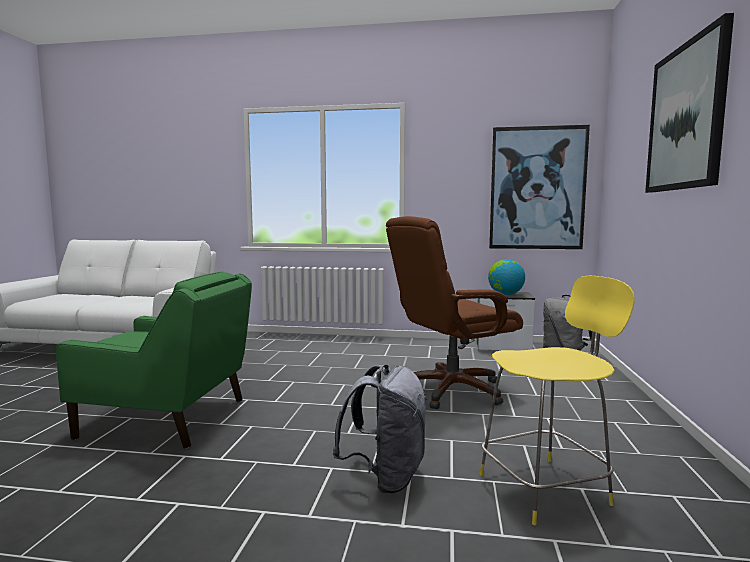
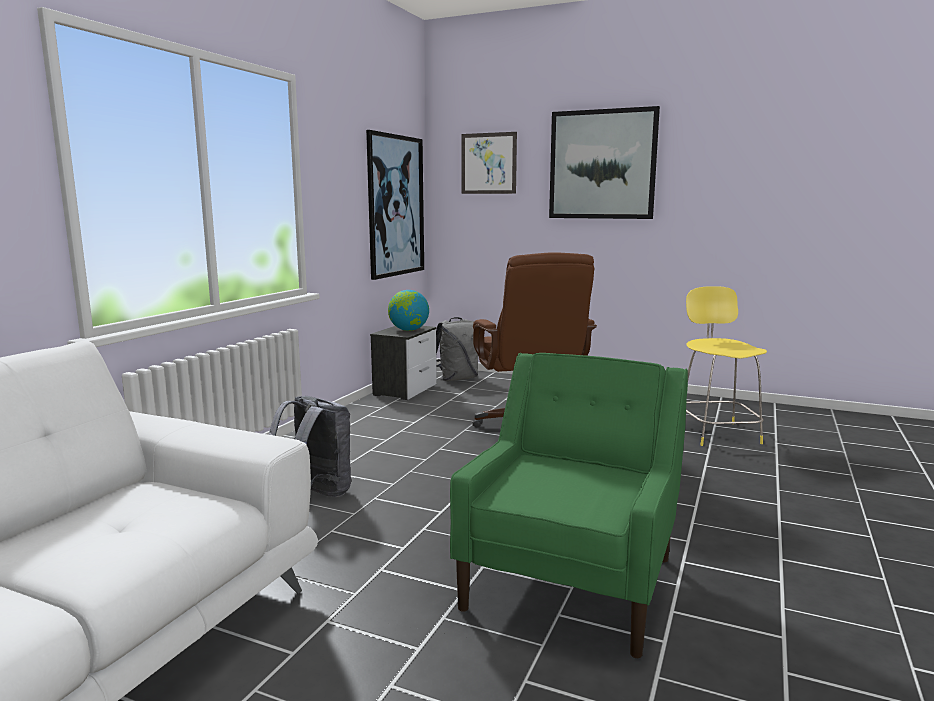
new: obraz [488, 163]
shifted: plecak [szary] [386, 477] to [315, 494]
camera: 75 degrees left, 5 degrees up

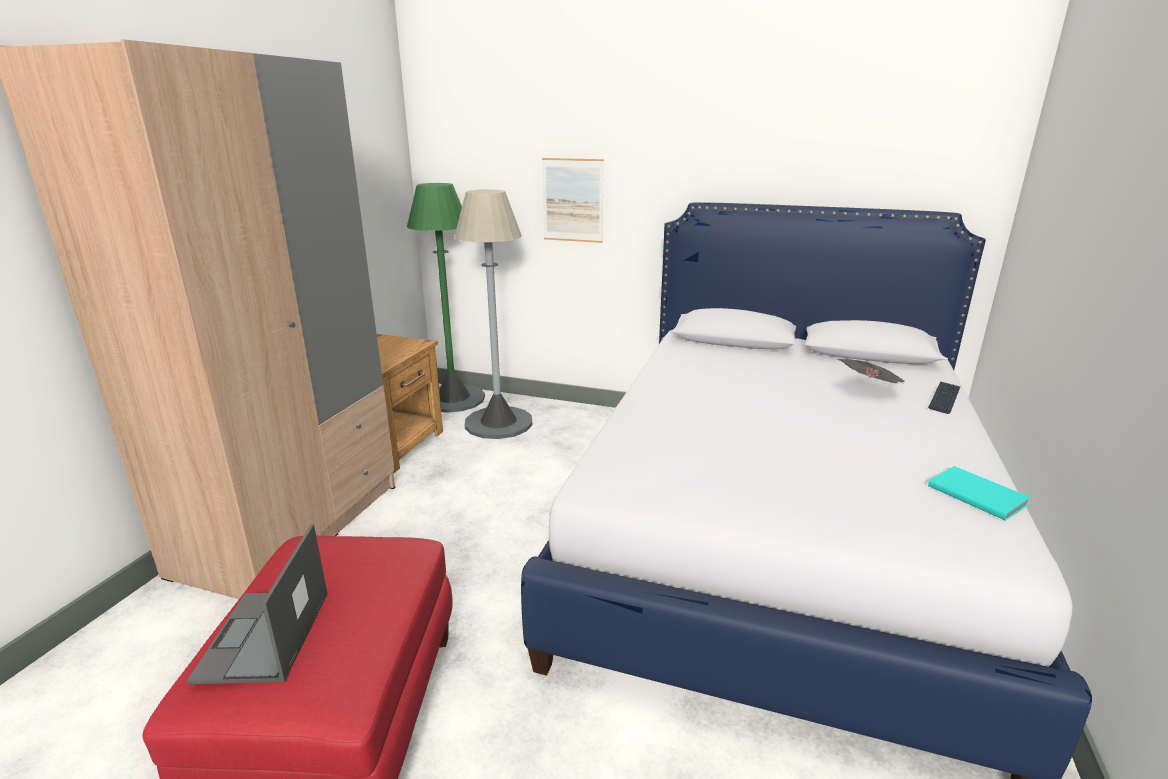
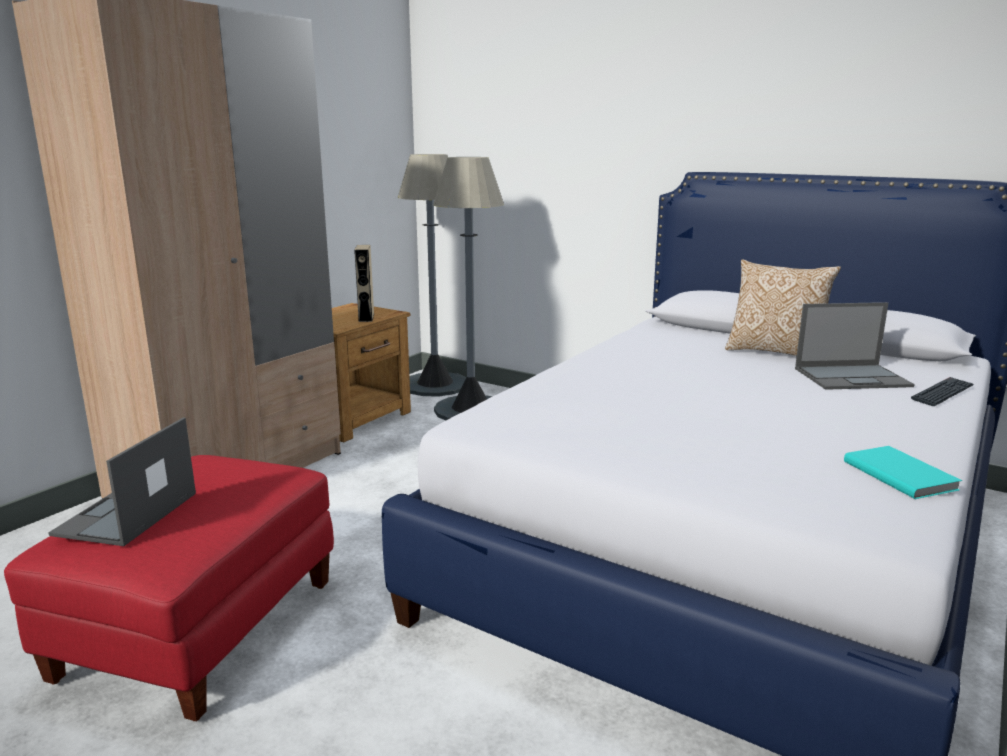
gone: obraz [572, 200]
new: głośnik [beżowy] [366, 317]; poduszka [776, 352]
swapped: gazeta [870, 388] to laptop [853, 377]
repainted: lampa stojąca [zielony] [453, 399] to lampa stojąca [szary] [435, 385]
camera: 15 degrees right, 5 degrees down

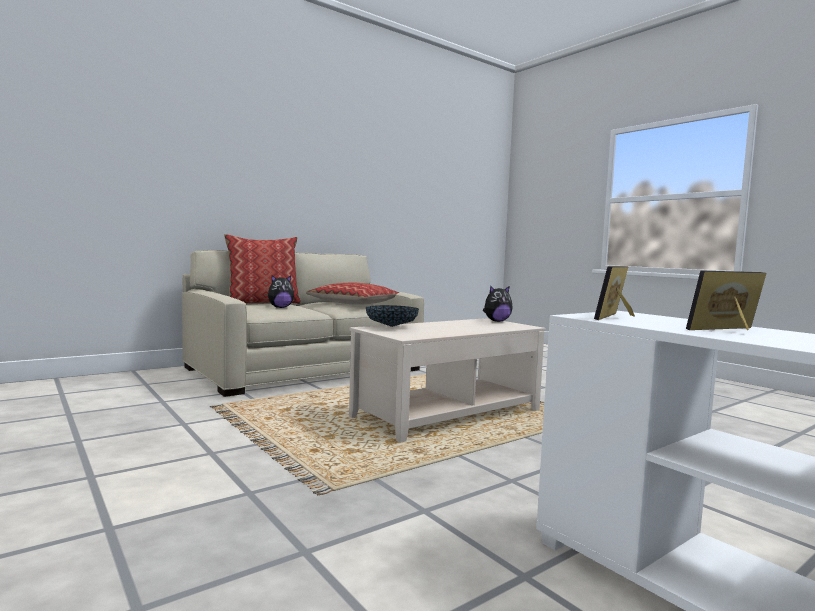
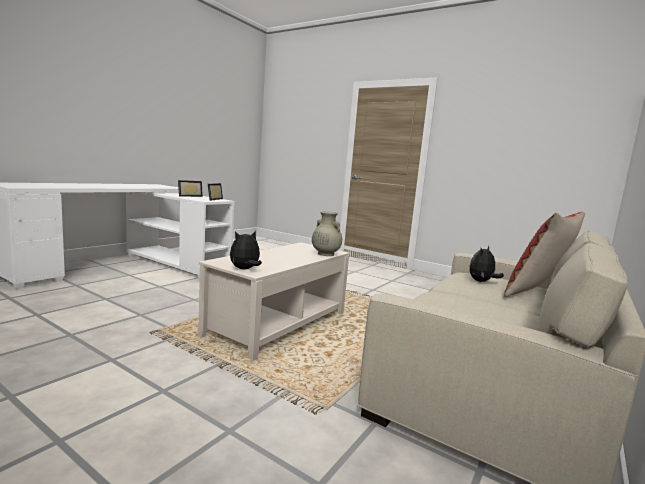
gone: poduszka [354, 303]
swapped: miska [391, 326] to wazon [beżowy] [325, 254]
camera: 160 degrees right, 5 degrees up

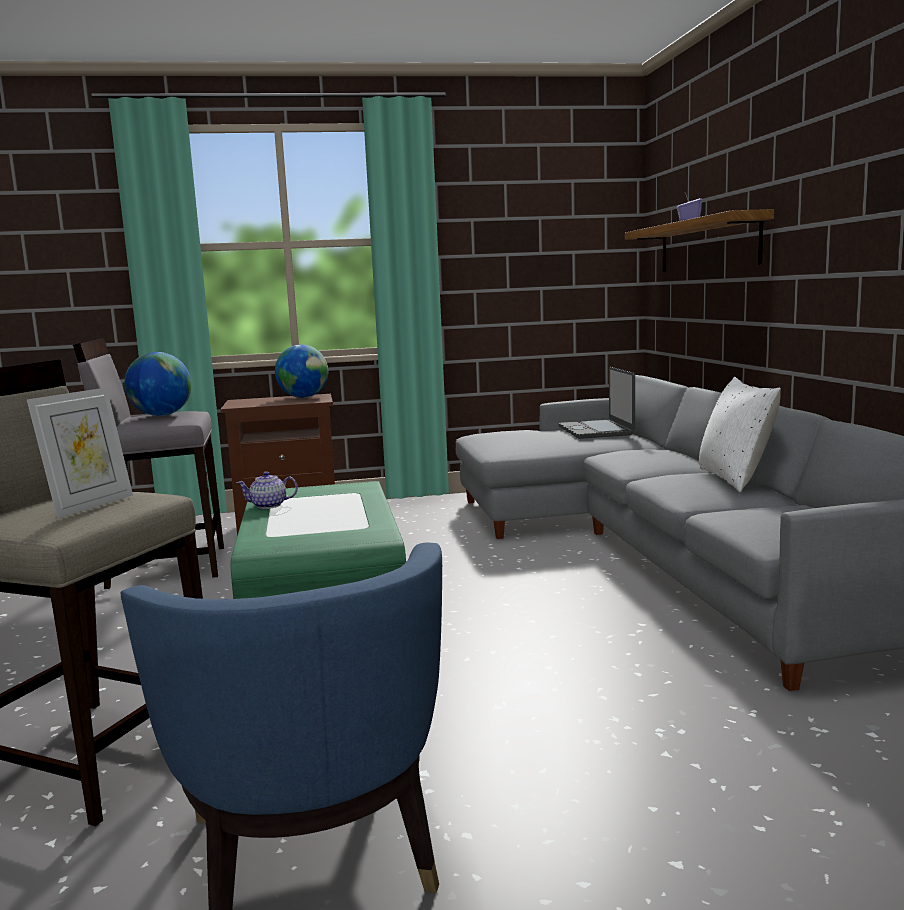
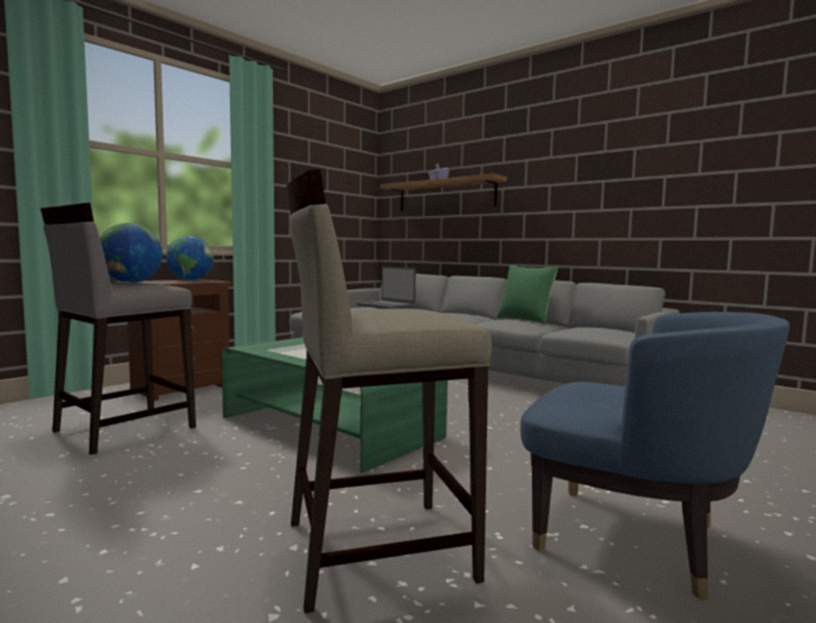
gone: ramka na zdjęcie [90, 505]; imbryk [269, 505]
repainted: poduszka [biały] [735, 479] to poduszka [zielony] [525, 320]
camera: 40 degrees left, 5 degrees down

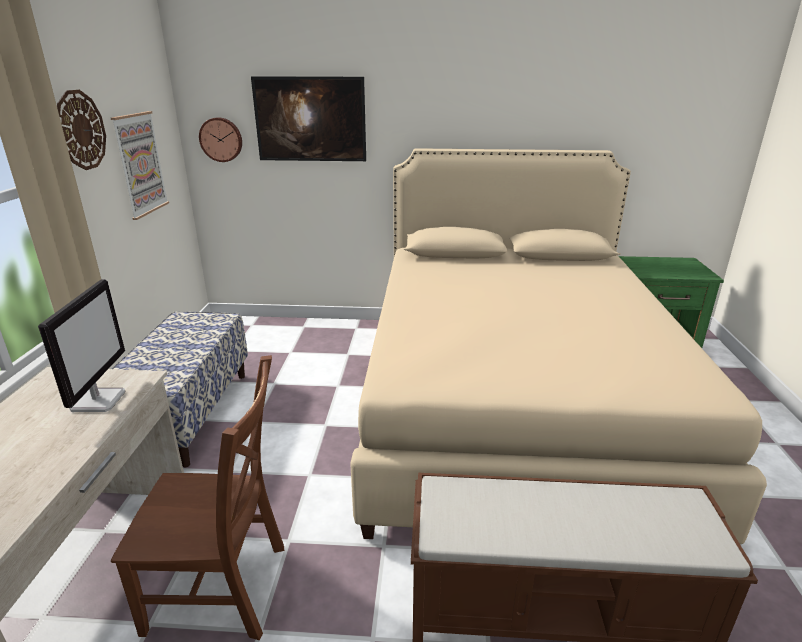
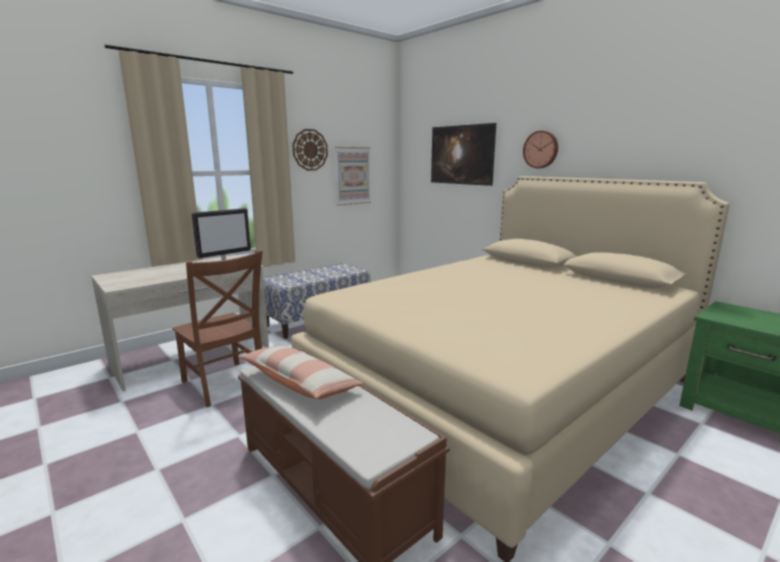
new: poduszka [299, 383]
shifted: zegar ścienny [221, 139] to [541, 149]
camera: 45 degrees right, 10 degrees down

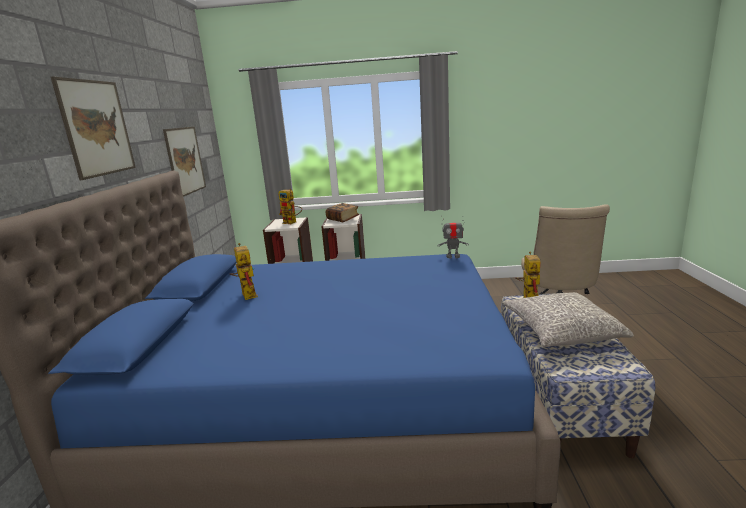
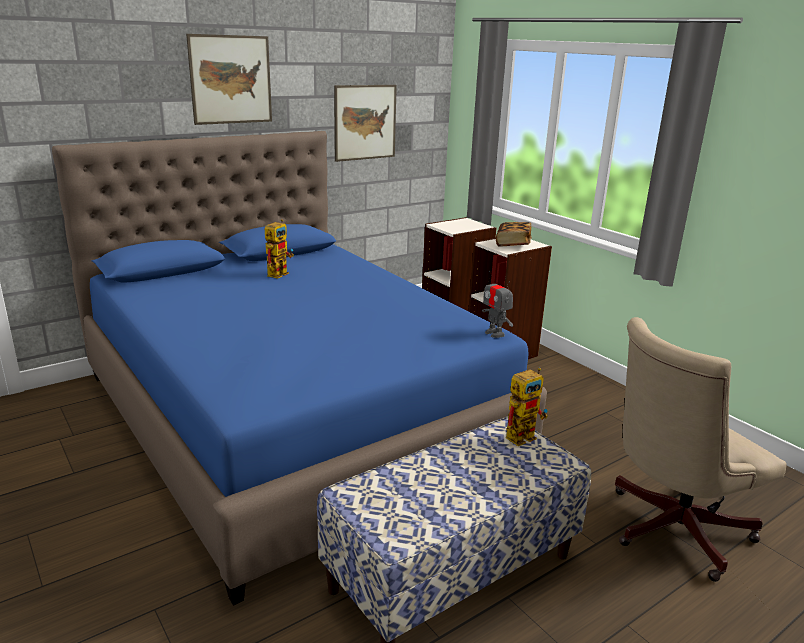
gone: robot zabawkowy [292, 222]; poduszka [szary] [560, 331]
camera: 50 degrees right, 5 degrees up

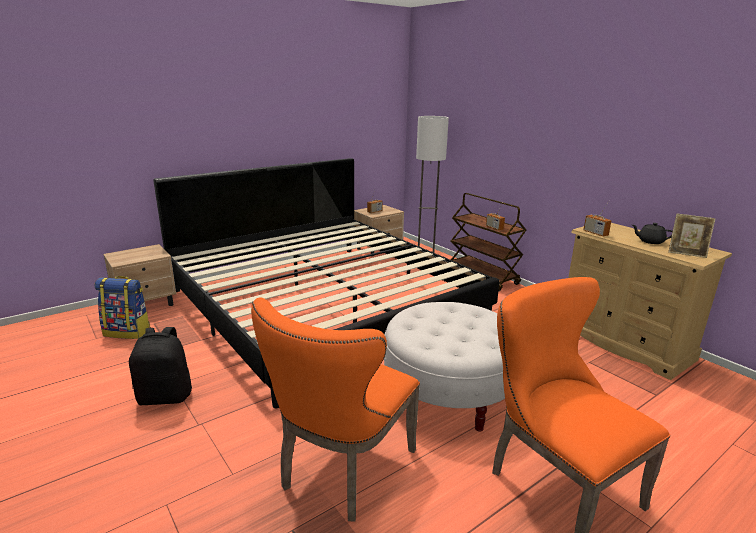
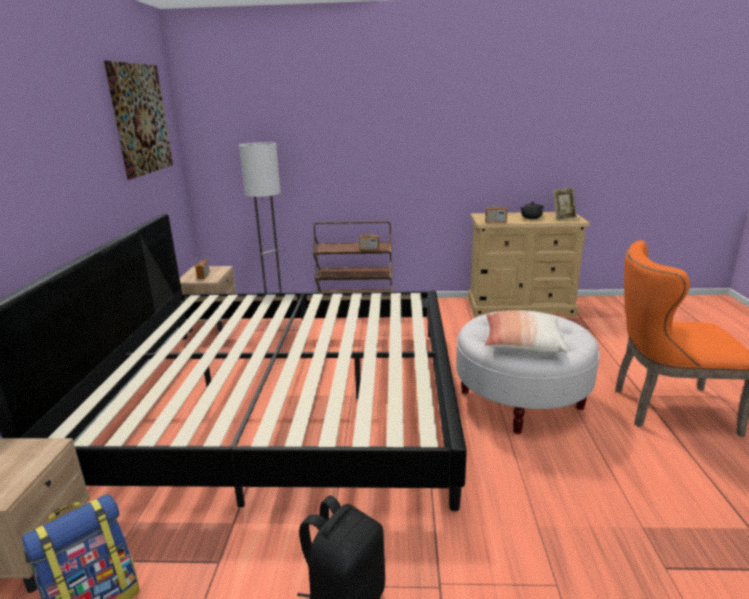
gone: krzesło [pomarańczowy] [342, 472]
new: obraz [140, 119]; poduszka [522, 345]
camera: 50 degrees left, 0 degrees up

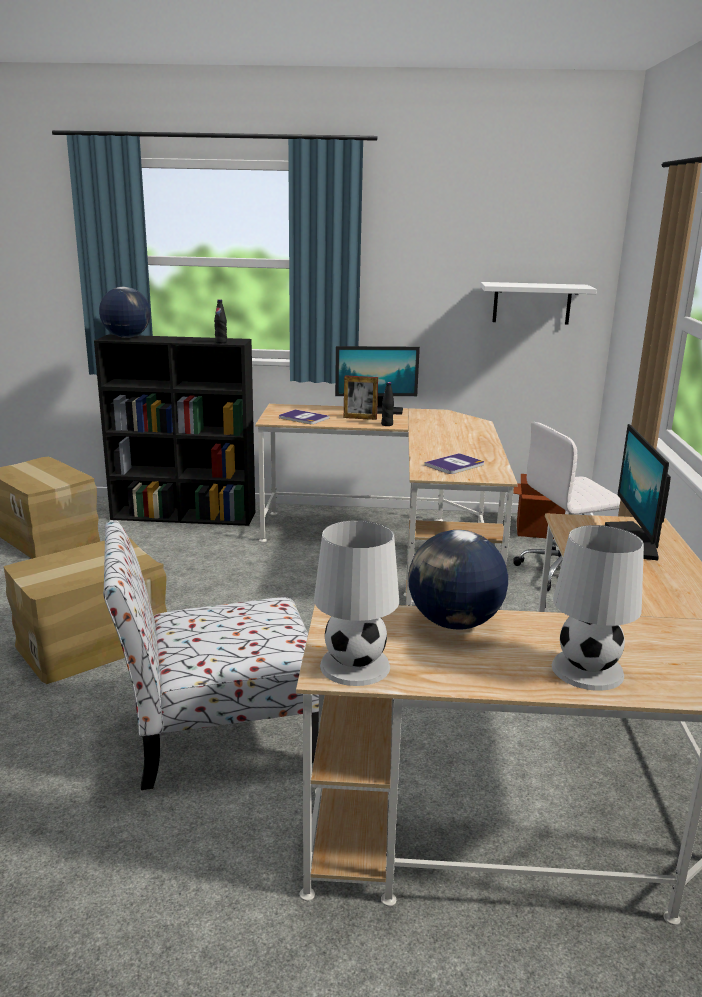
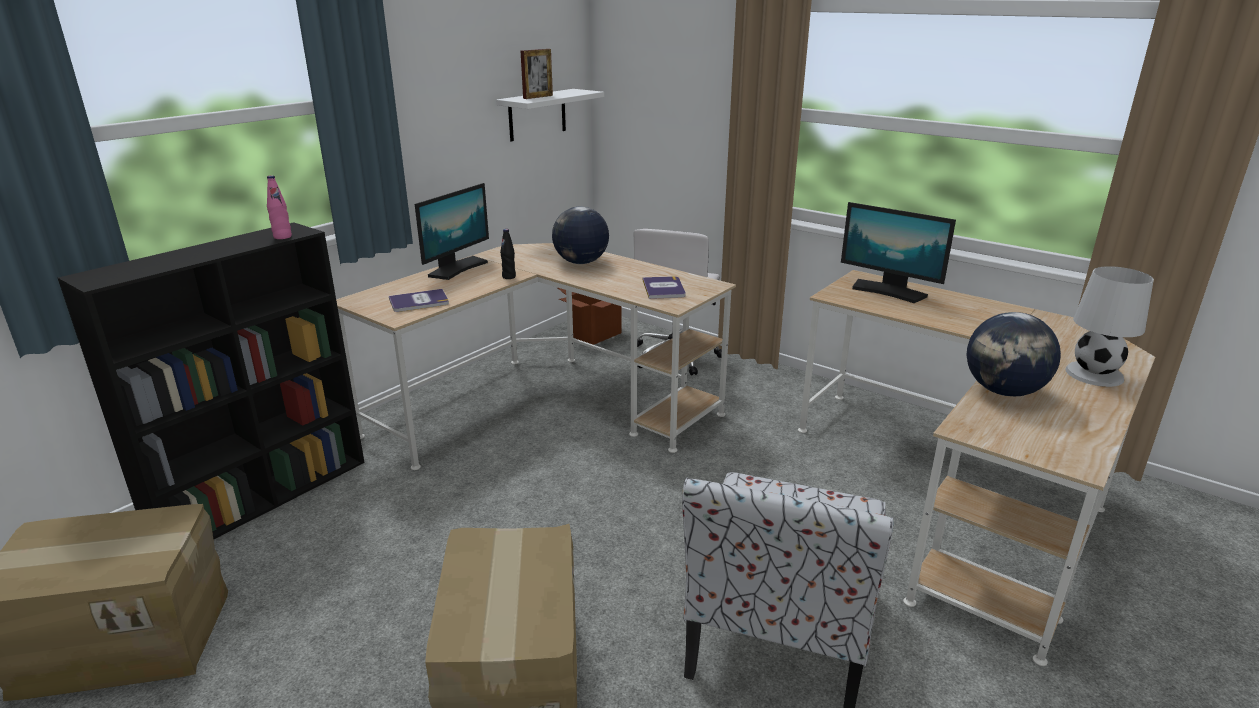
gone: lampa stołowa [biały] [354, 665]
shifted: globus [126, 337] to [581, 262]; ramka na zdjęcie [360, 418] to [538, 97]
repainted: butelka [czarny] [221, 342] to butelka [różowy] [282, 237]
camera: 55 degrees left, 5 degrees up

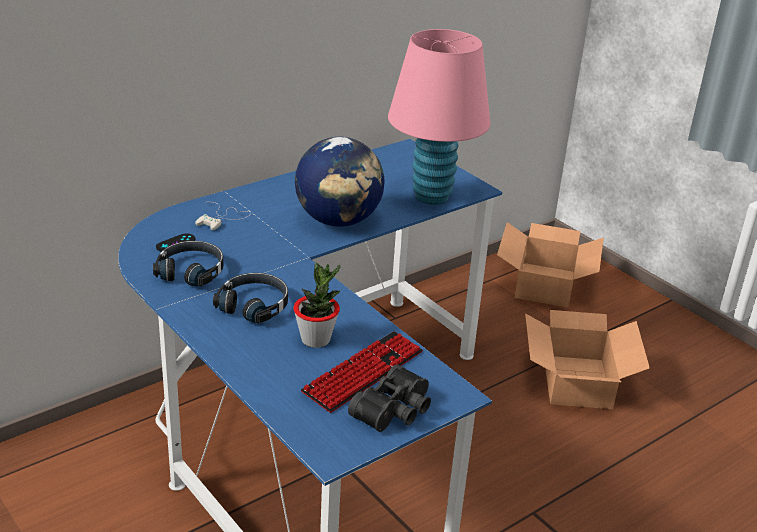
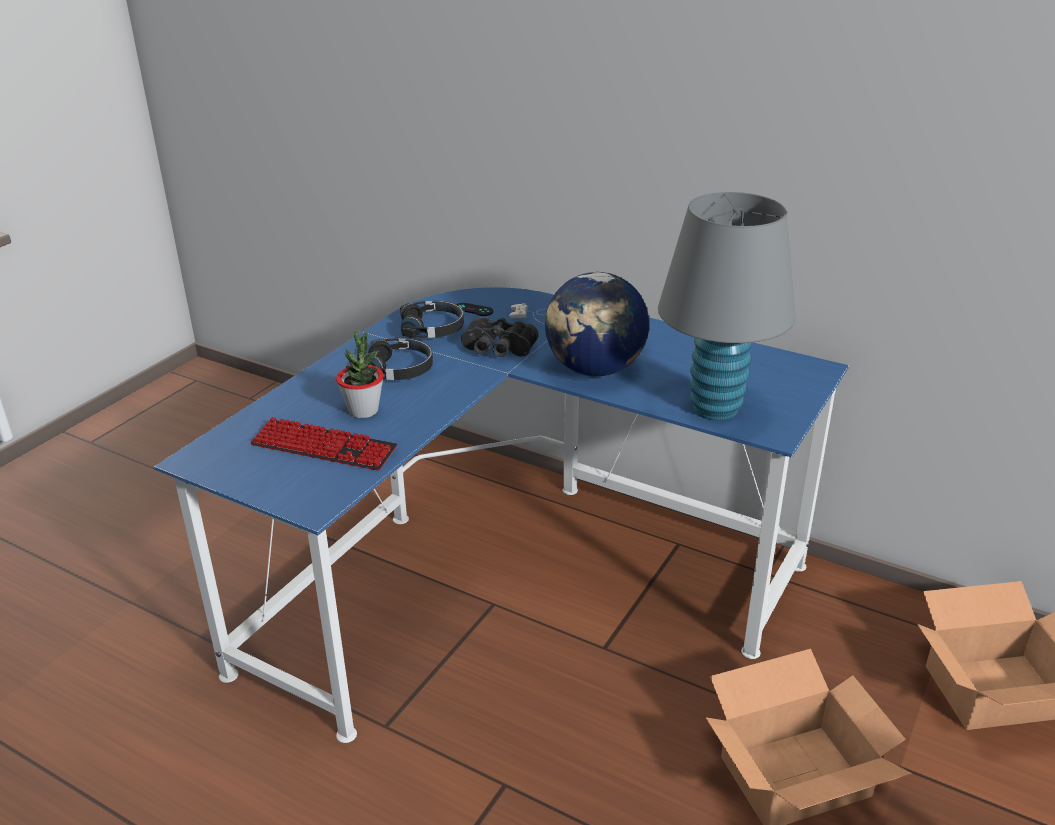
shifted: lornetka [czarny] [395, 411] to [497, 349]
repainted: lampa stołowa [różowy] [432, 196] to lampa stołowa [szary] [715, 409]
camera: 70 degrees right, 0 degrees up

